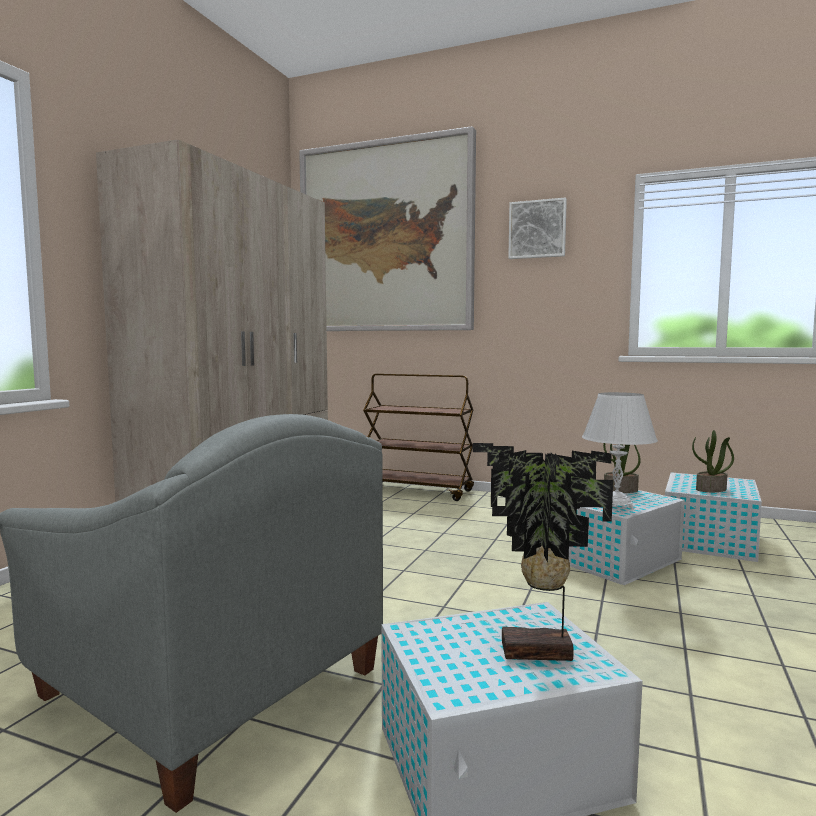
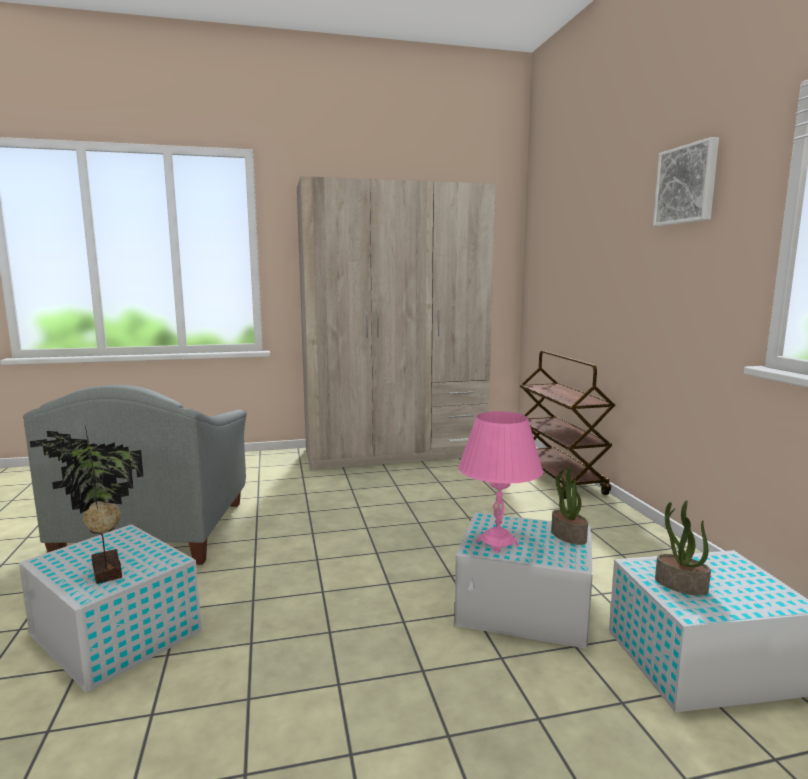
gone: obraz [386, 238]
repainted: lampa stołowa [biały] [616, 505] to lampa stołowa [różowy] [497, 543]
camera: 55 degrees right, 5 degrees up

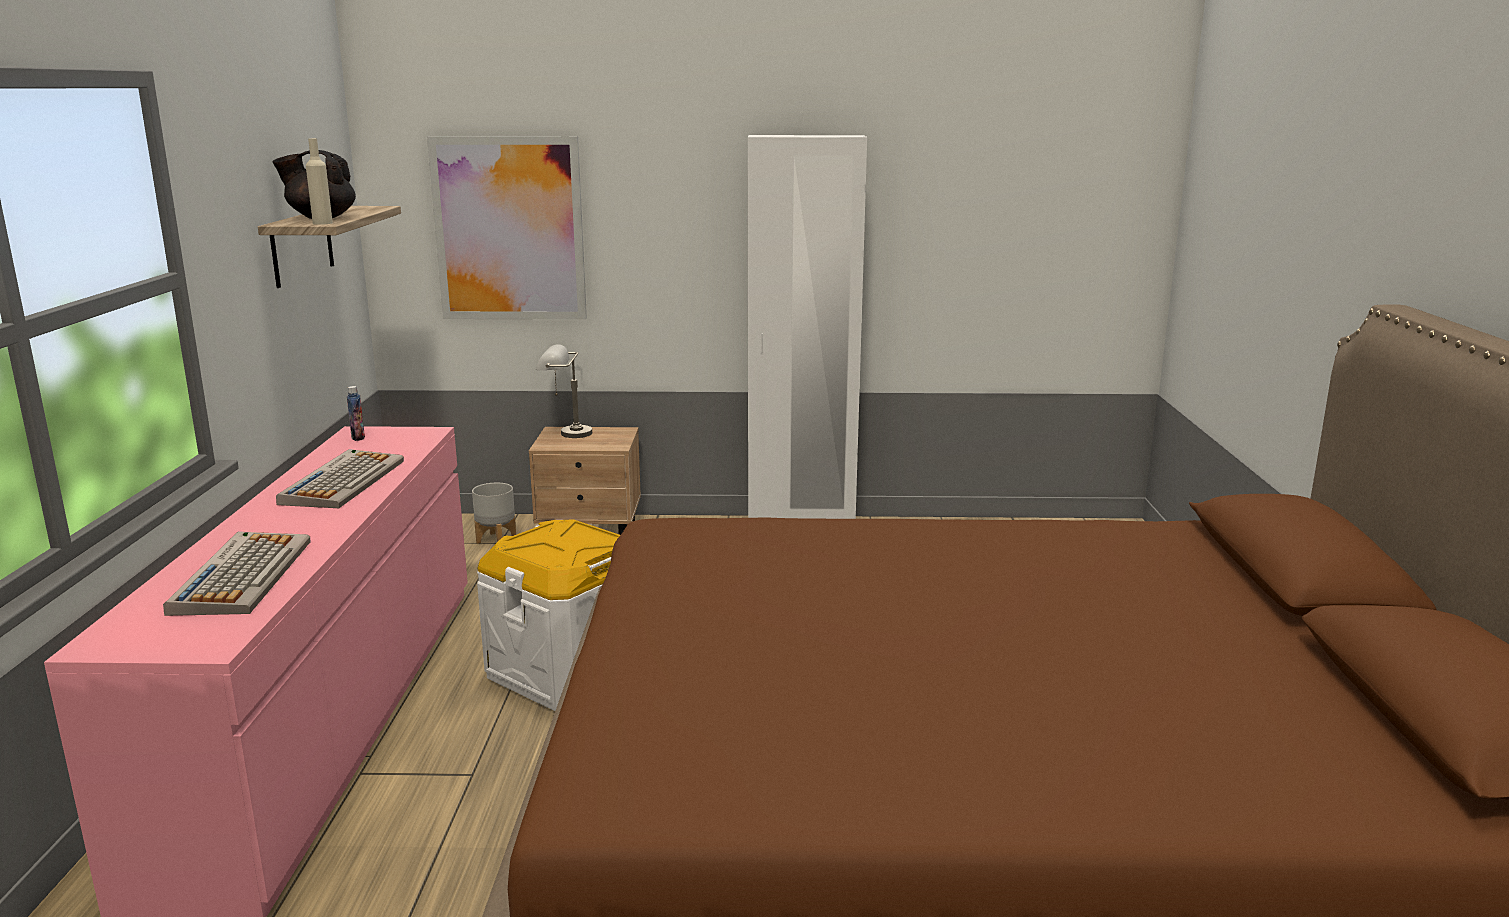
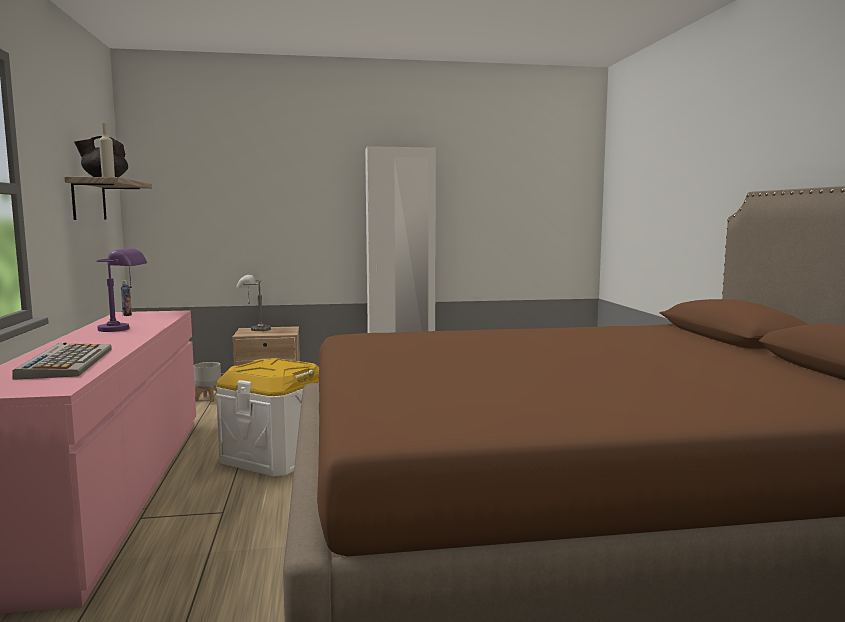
gone: obraz [509, 229]
swapped: klawiatura [343, 481] to lampa stołowa [fioletowy] [124, 329]
camera: 10 degrees left, 10 degrees down

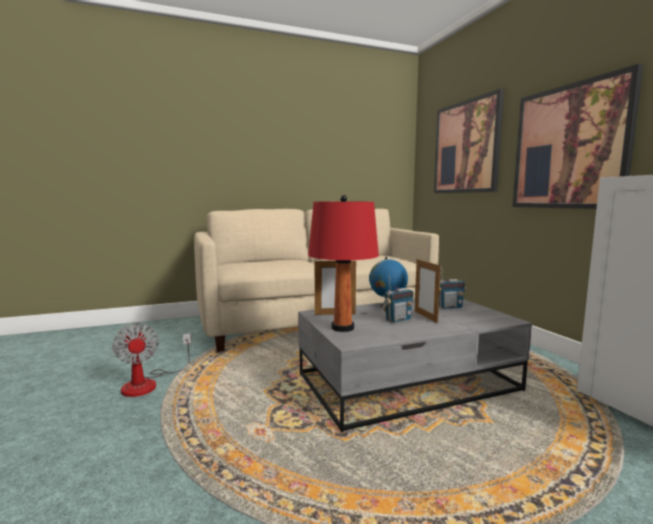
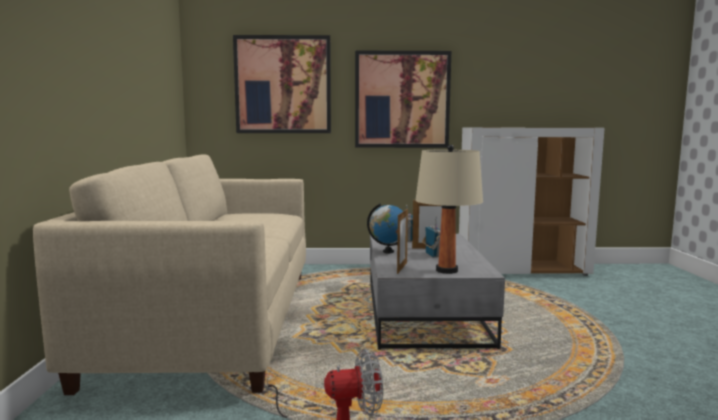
repainted: lampa stołowa [czerwony] [342, 328] to lampa stołowa [beżowy] [446, 270]
camera: 70 degrees left, 0 degrees up

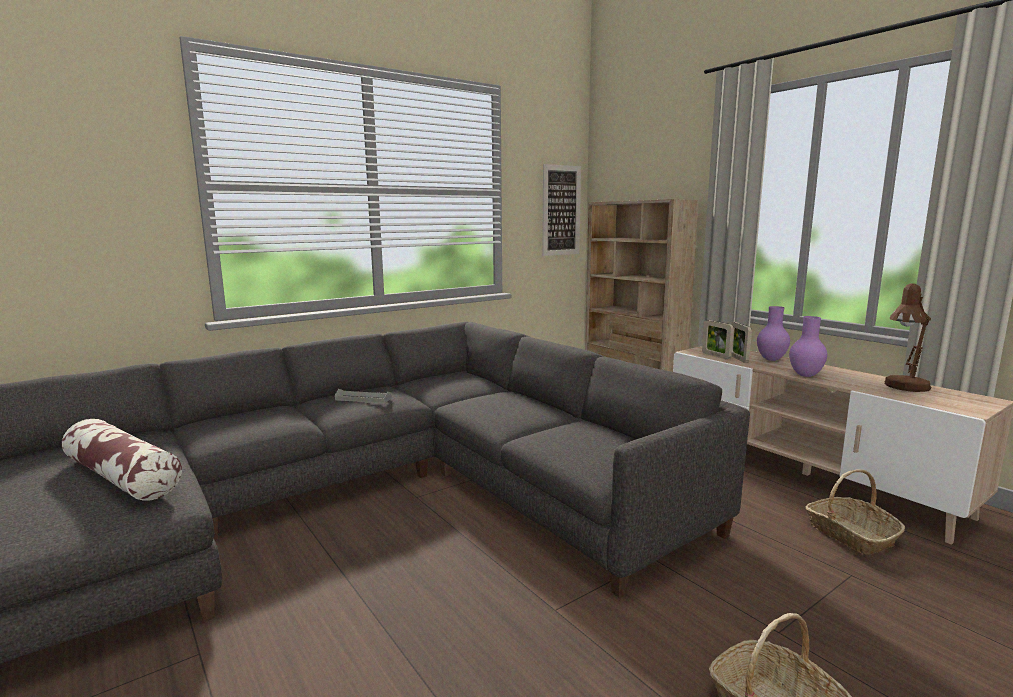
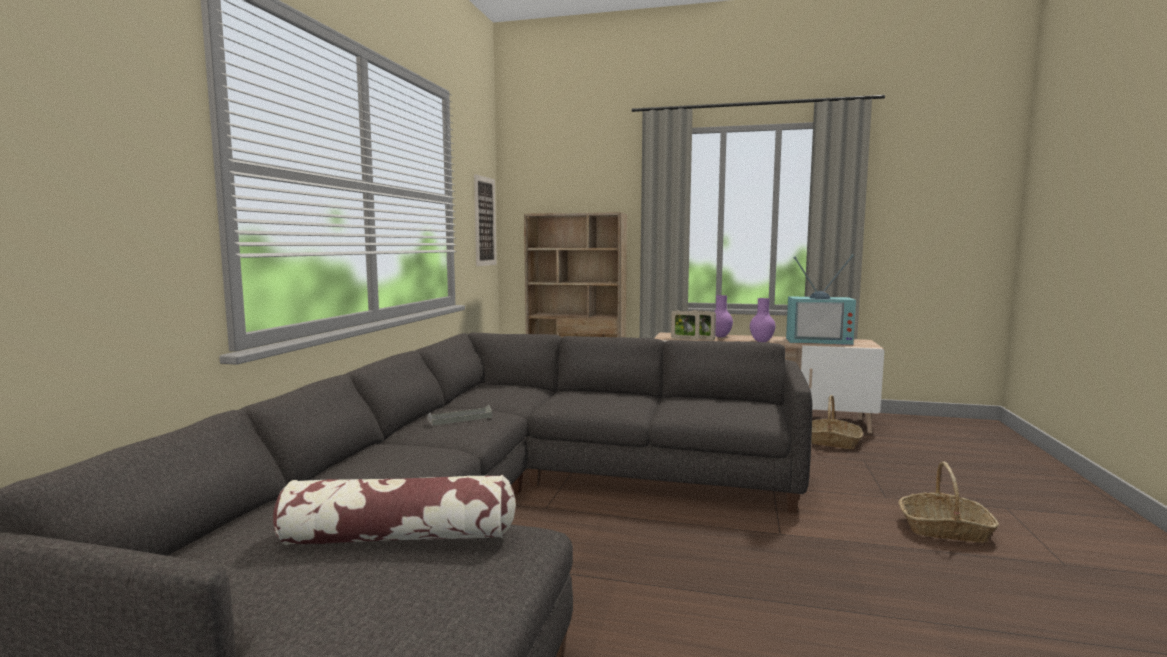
swapped: lampa stołowa [brązowy] [904, 388] to telewizor [819, 340]
camera: 40 degrees left, 5 degrees down

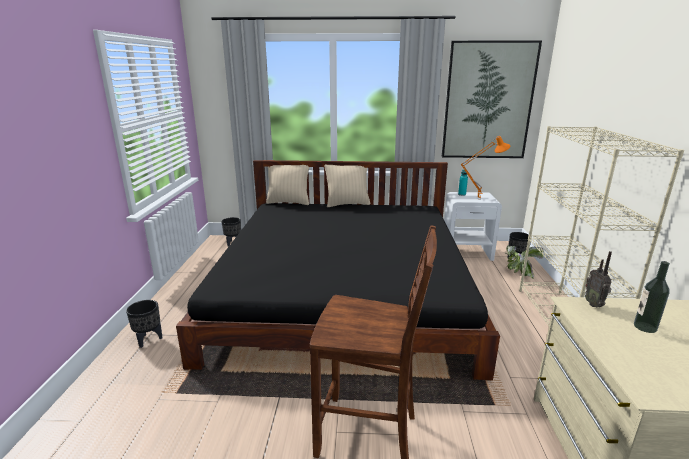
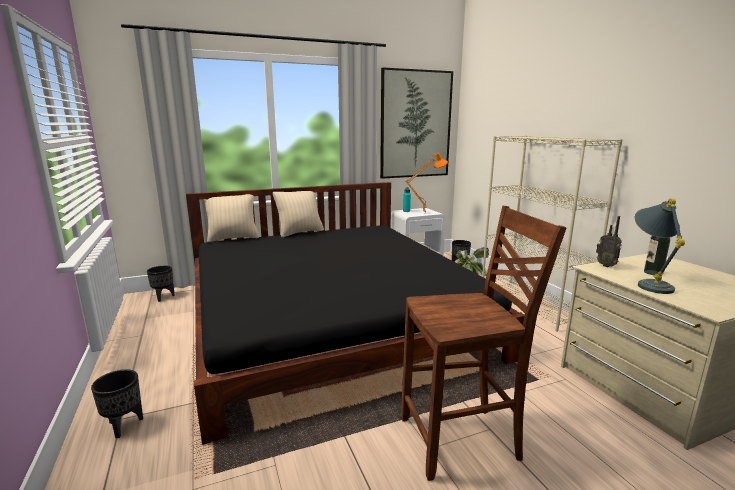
new: lampa stołowa [szary] [649, 283]
camera: 25 degrees left, 5 degrees down

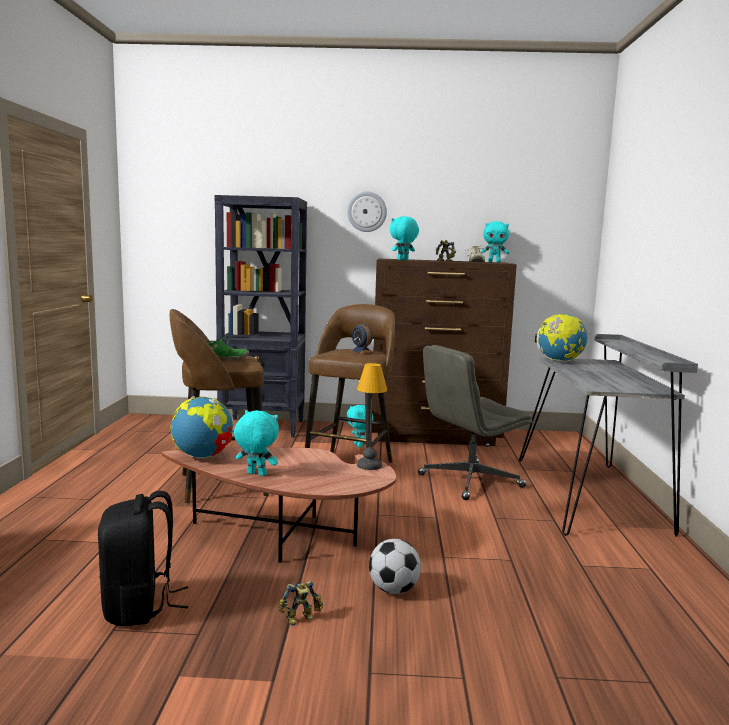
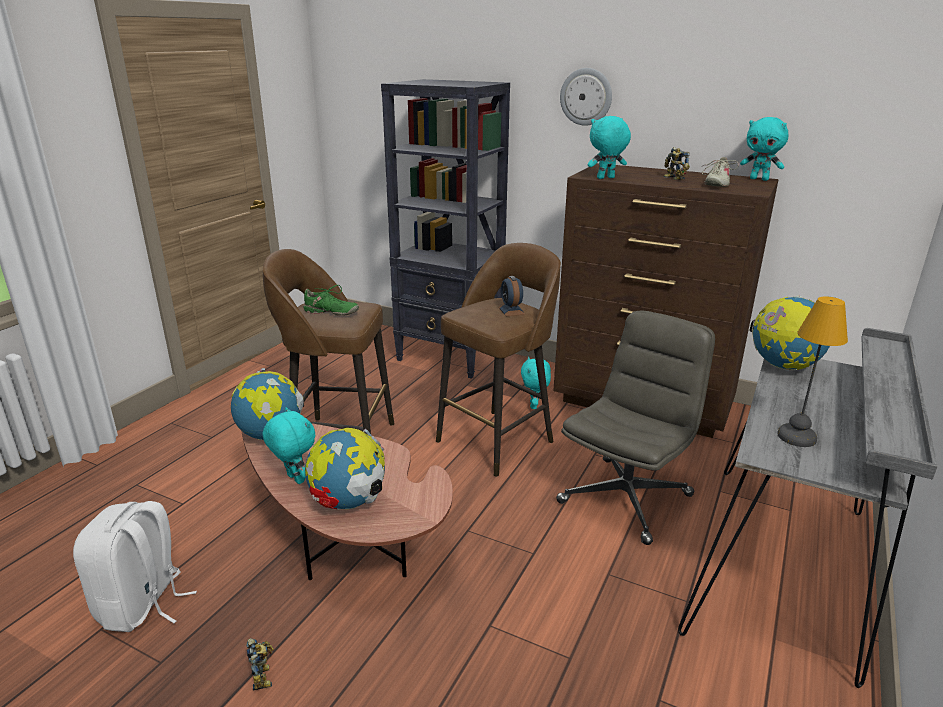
gone: piłka futbolowa [394, 590]
new: globus [348, 502]
shifted: lampa stołowa [370, 465] to [797, 437]
repainted: plecak [czarny] [140, 606] to plecak [biały] [143, 604]
rotated: robot zabawkowy [301, 619] = [264, 676] 105 degrees counterclockwise; krzesło biurowe [szary] [469, 481] = [625, 498] 135 degrees clockwise
camera: 25 degrees right, 15 degrees up

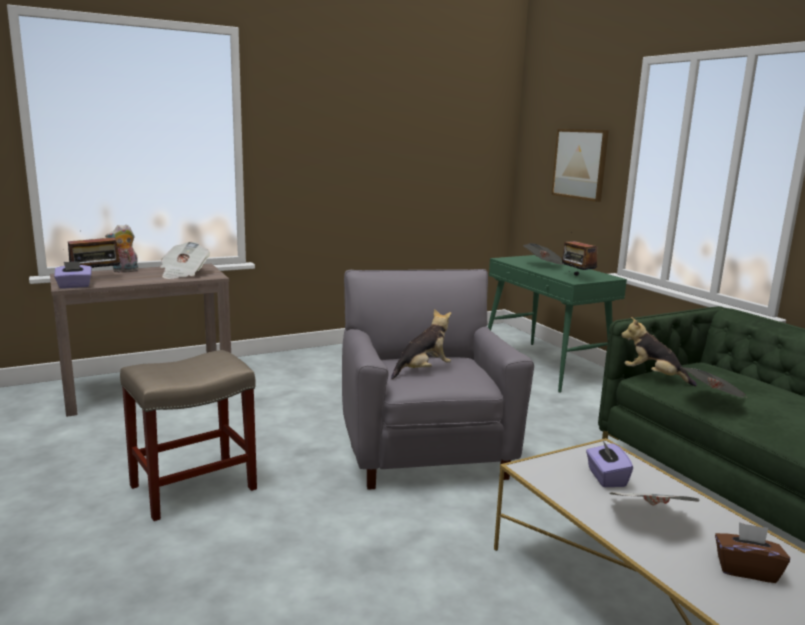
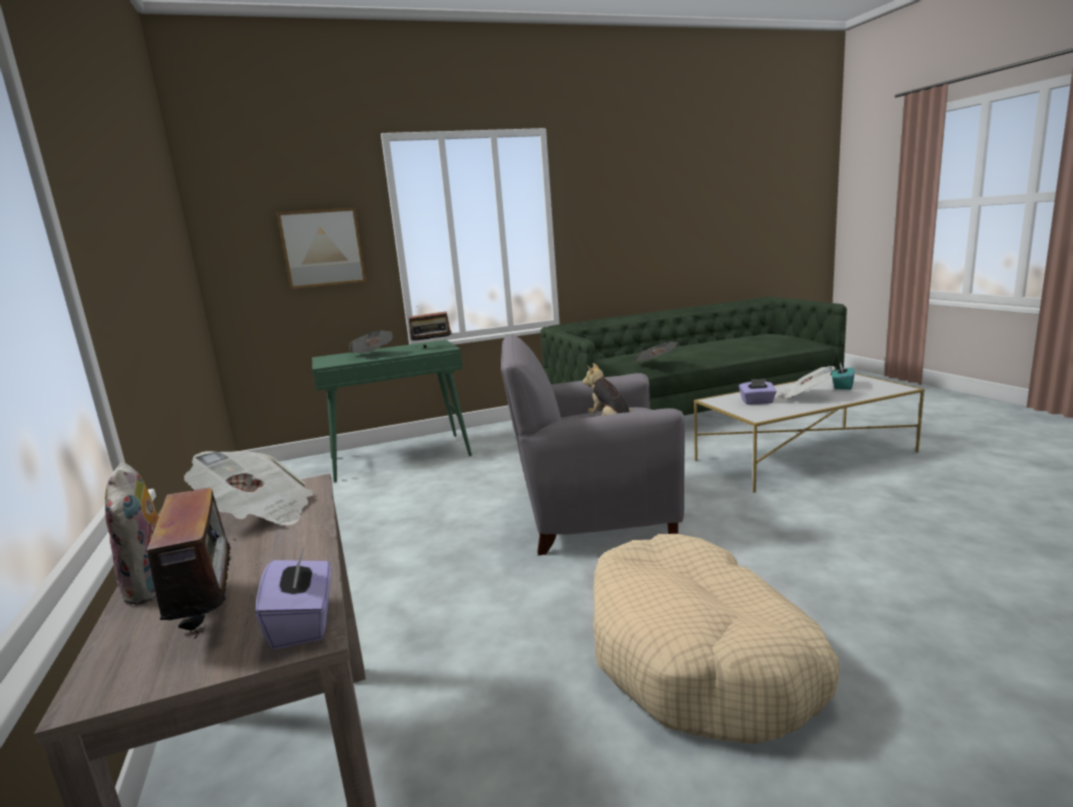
gone: pluszak [654, 377]
swapped: stołek [beżowy] [195, 486] to legowisko [beżowy] [700, 657]
repainted: pudełko chusteczek [brązowy] [746, 570] to pudełko chusteczek [turkusowy] [842, 386]
camera: 80 degrees left, 0 degrees up

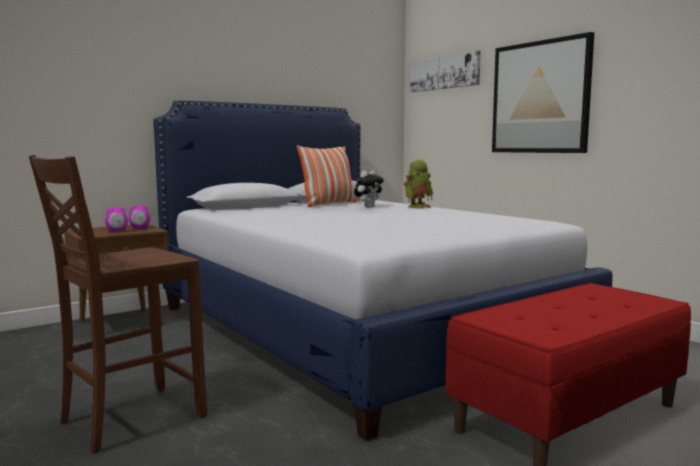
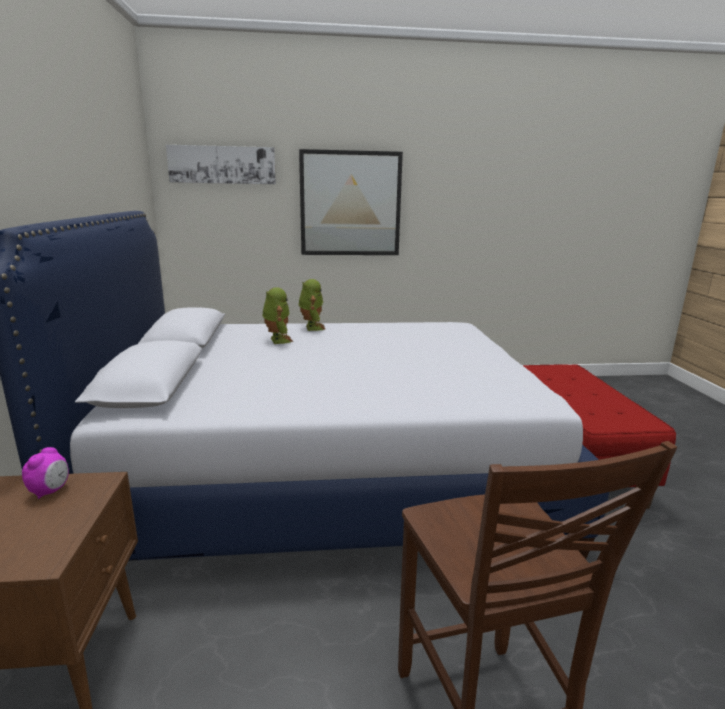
gone: budzik [117, 231]; poduszka [328, 204]
swapped: pluszak [368, 207] to robot zabawkowy [277, 340]
camera: 60 degrees left, 10 degrees up

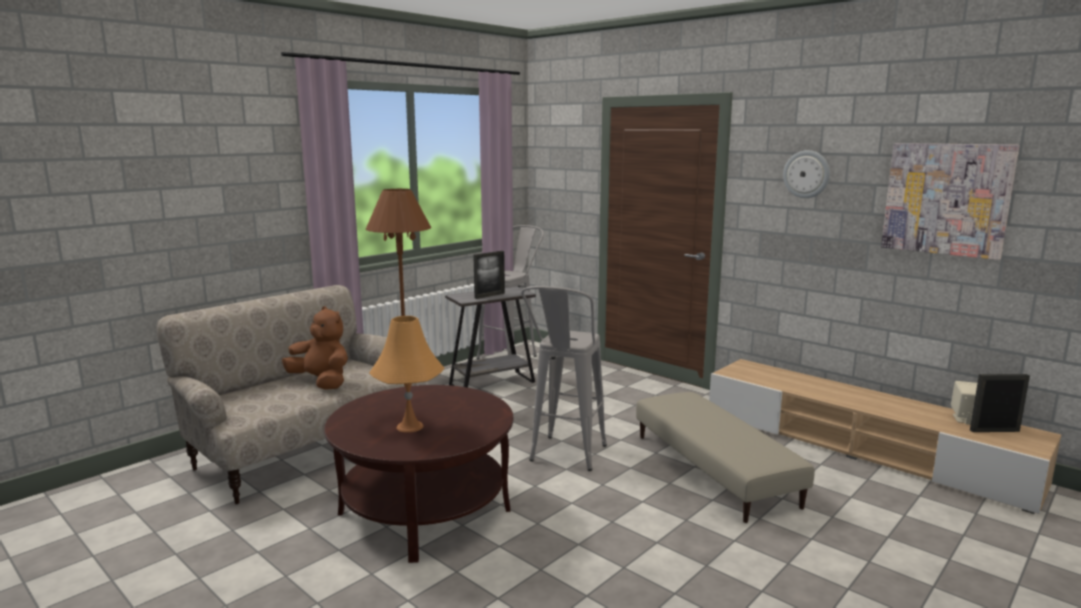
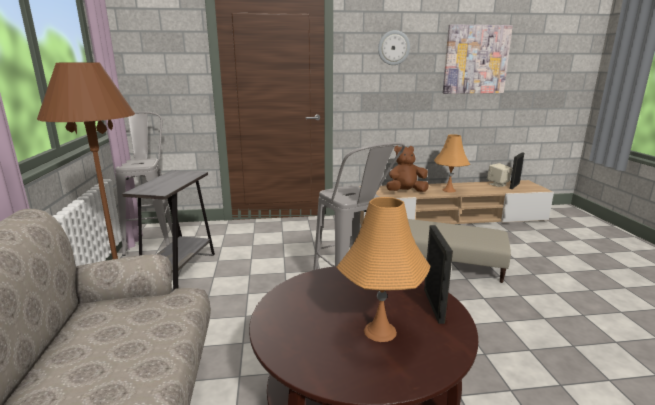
new: lampa stołowa [pomarańczowy] [449, 190]
shifted: pluszak [brązowy] [322, 382] to [405, 192]; ramka na zdjęcie [489, 296] to [433, 305]
camera: 50 degrees left, 5 degrees up

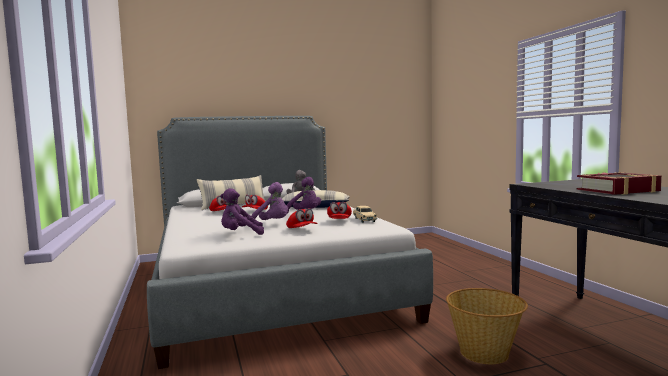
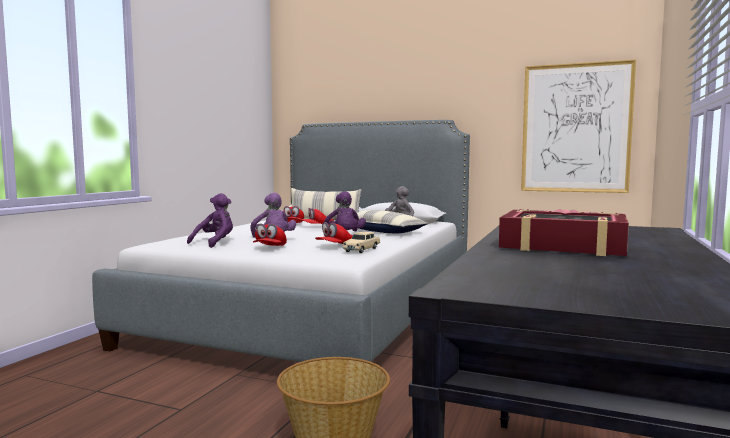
new: obraz [575, 128]
rotated: pluszak [fioletowy] [240, 234] = [215, 243] 90 degrees clockwise
camera: 40 degrees right, 0 degrees up

